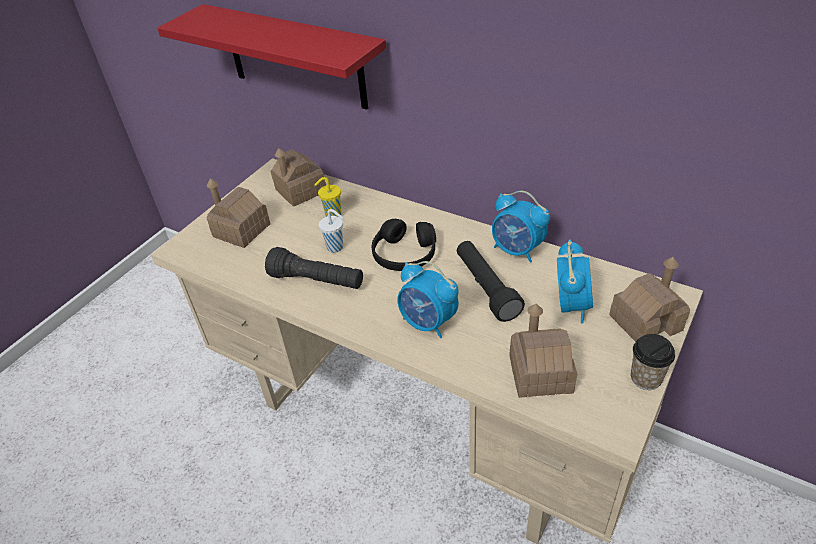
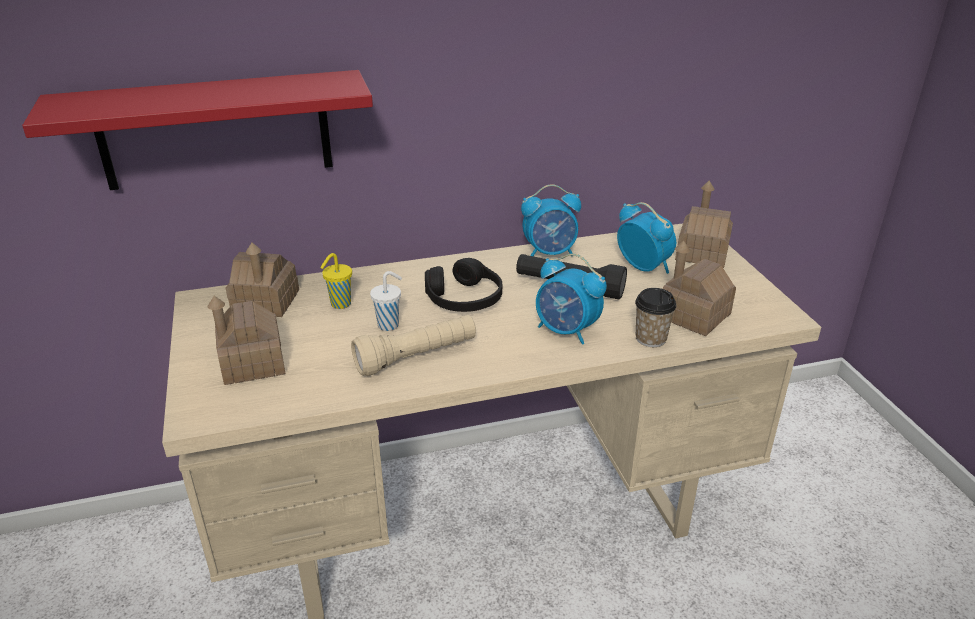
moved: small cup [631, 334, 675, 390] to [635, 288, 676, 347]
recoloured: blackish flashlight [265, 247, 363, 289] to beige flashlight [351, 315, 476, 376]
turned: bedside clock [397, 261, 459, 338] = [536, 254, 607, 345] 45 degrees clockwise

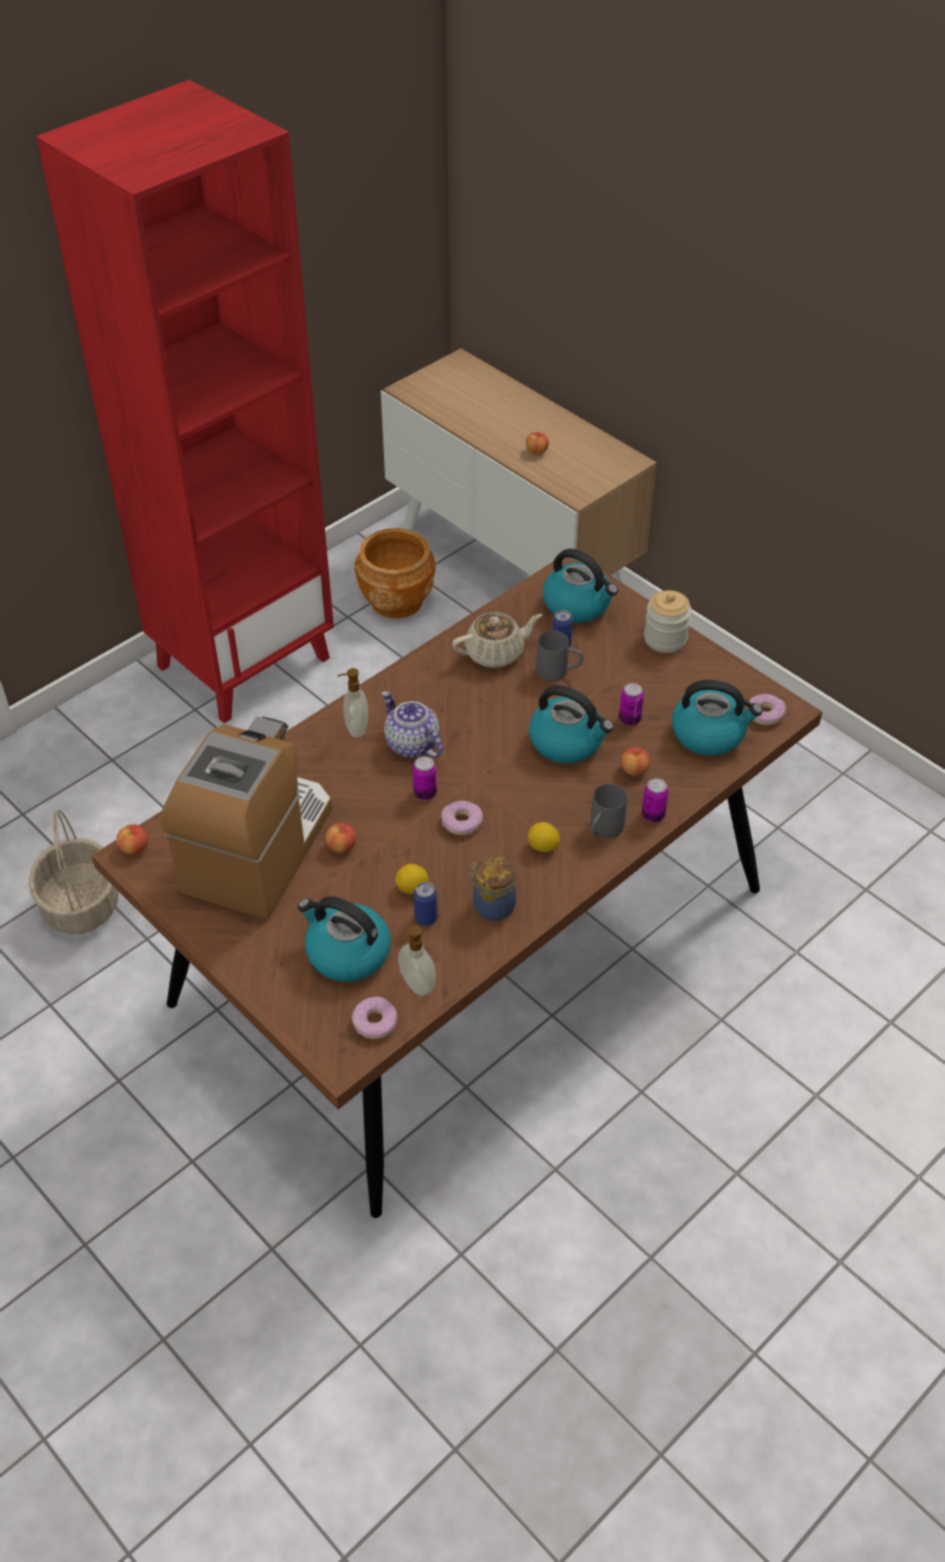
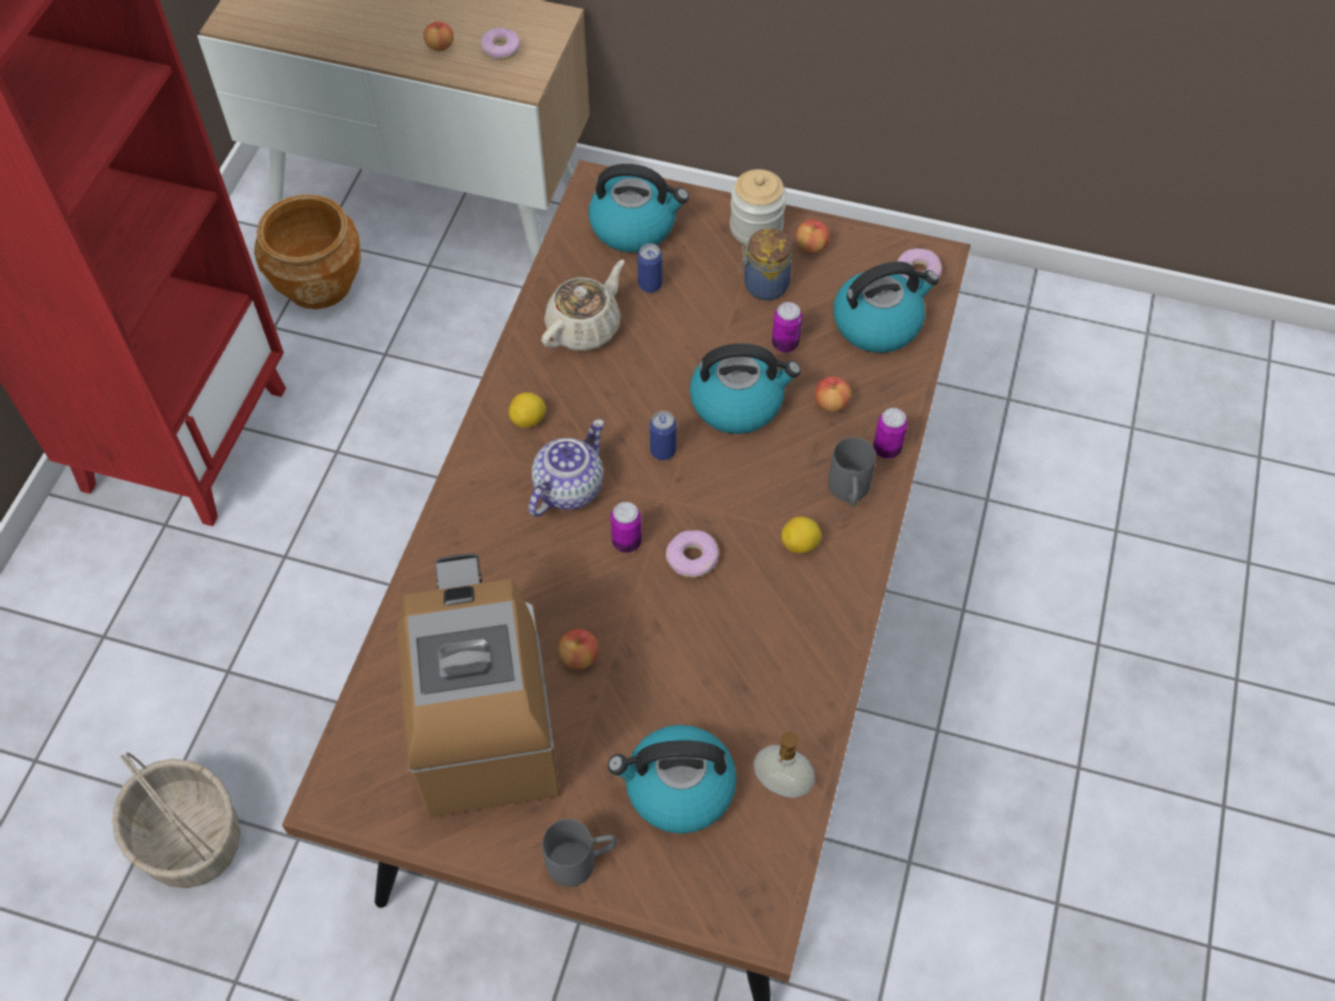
removed: soap bottle [338, 668, 368, 738]
moved: greyish coffee mug [536, 630, 583, 681] to [542, 819, 617, 887]; whole apple [116, 824, 148, 855] to [796, 220, 830, 253]; preserve jar [469, 856, 516, 921] to [739, 228, 792, 301]; lemon [395, 864, 429, 894] to [509, 392, 546, 428]; sealed can [414, 882, 437, 926] to [650, 411, 677, 460]; ring doughnut [352, 996, 398, 1039] to [480, 28, 521, 60]
turned: tea pot [381, 691, 443, 758] = [528, 419, 604, 517] 105 degrees clockwise

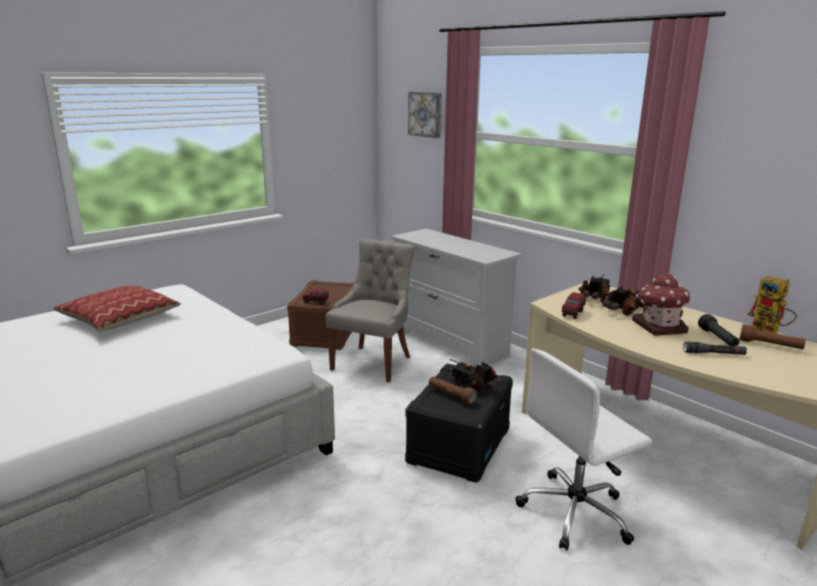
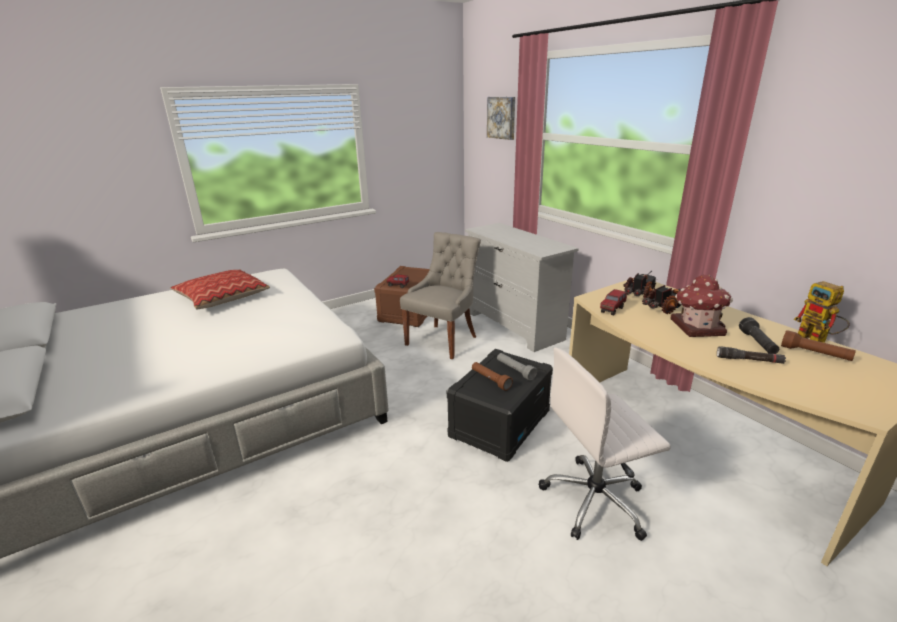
replaced: toy lorry [450, 359, 503, 393] to greyish flashlight [497, 353, 537, 381]

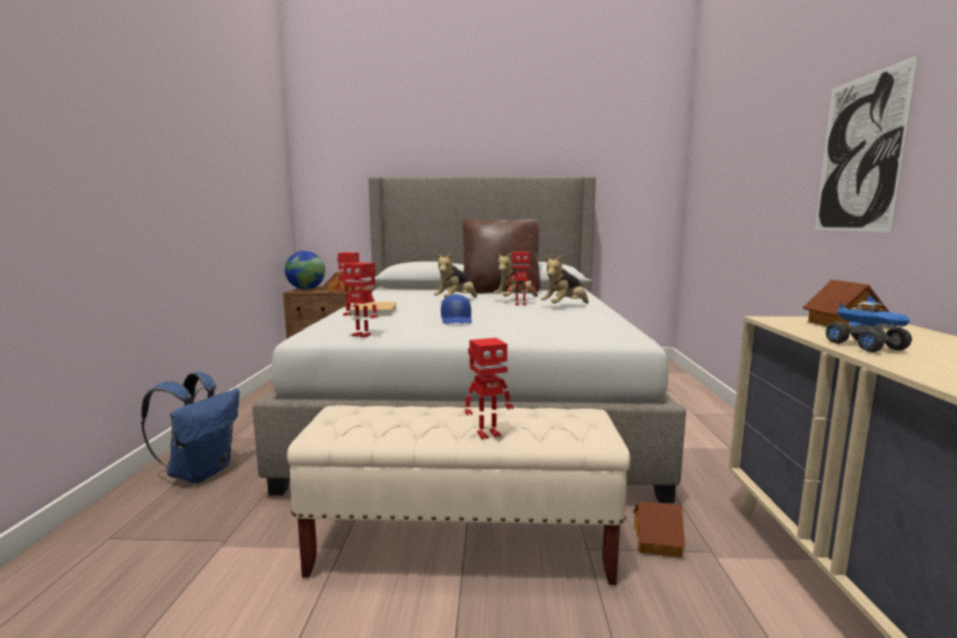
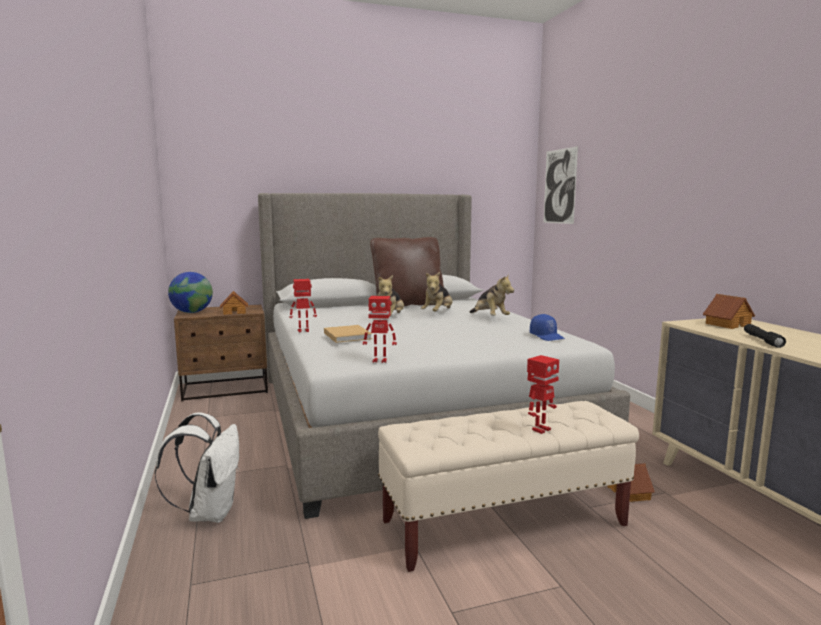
removed: toy robot [507, 252, 535, 306]
moved: picture [815, 55, 918, 232] to [543, 146, 578, 224]; bluish peaked cap [441, 294, 472, 324] to [530, 314, 565, 341]
replaced: toy lorry [825, 293, 912, 352] to blackish flashlight [744, 324, 786, 348]
recoloured: bluish backpack [141, 372, 239, 483] to white backpack [155, 412, 239, 523]
turned: cuddly toy [541, 255, 588, 303] = [470, 274, 514, 316] 60 degrees counterclockwise

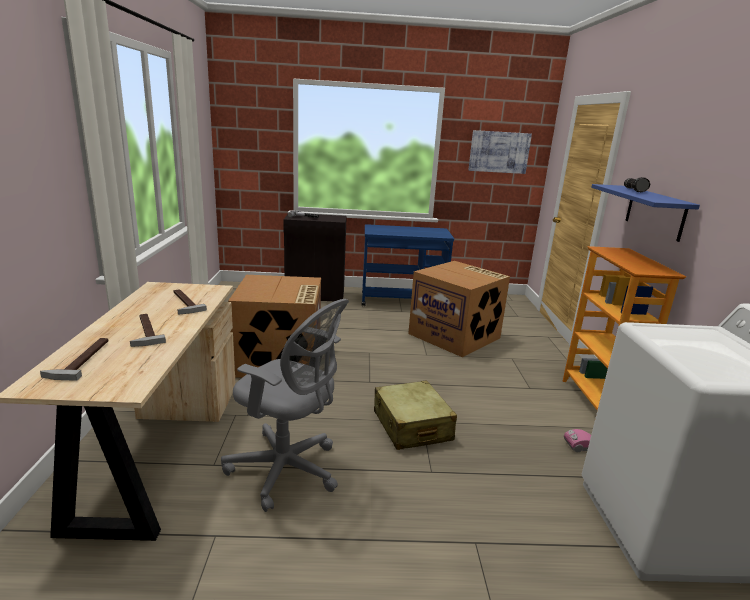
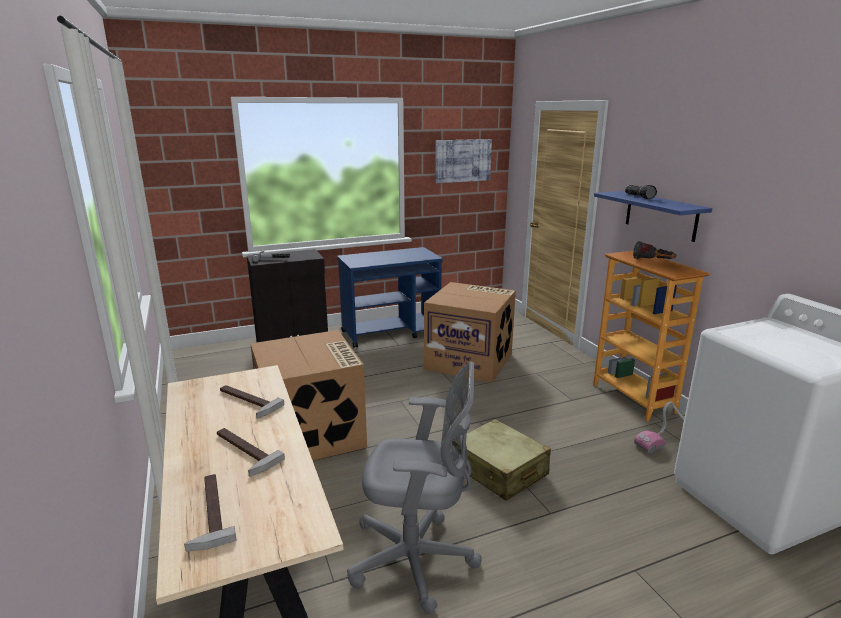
added: flashlight [633, 241, 676, 259]

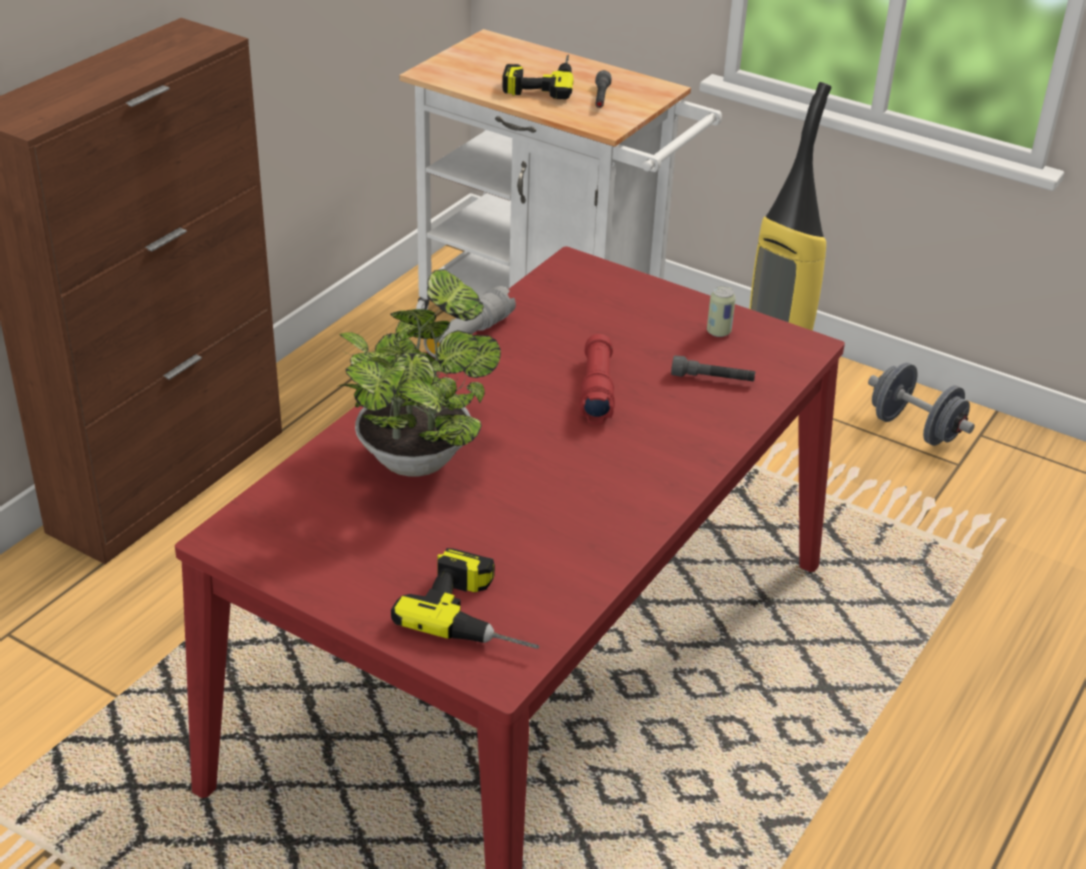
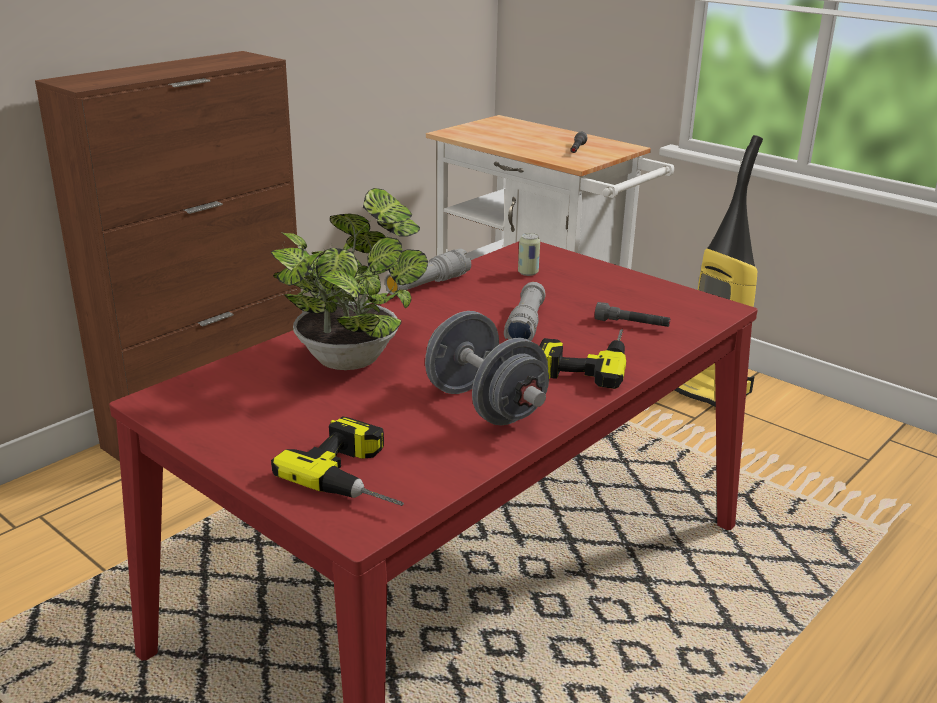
moved: drill [502, 55, 574, 99] to [540, 329, 626, 389]; sealed can [707, 286, 736, 337] to [518, 233, 540, 276]; greyish hand weight [868, 362, 975, 446] to [425, 311, 549, 425]
recoloured: red flashlight [580, 334, 615, 425] to greyish flashlight [504, 282, 546, 341]

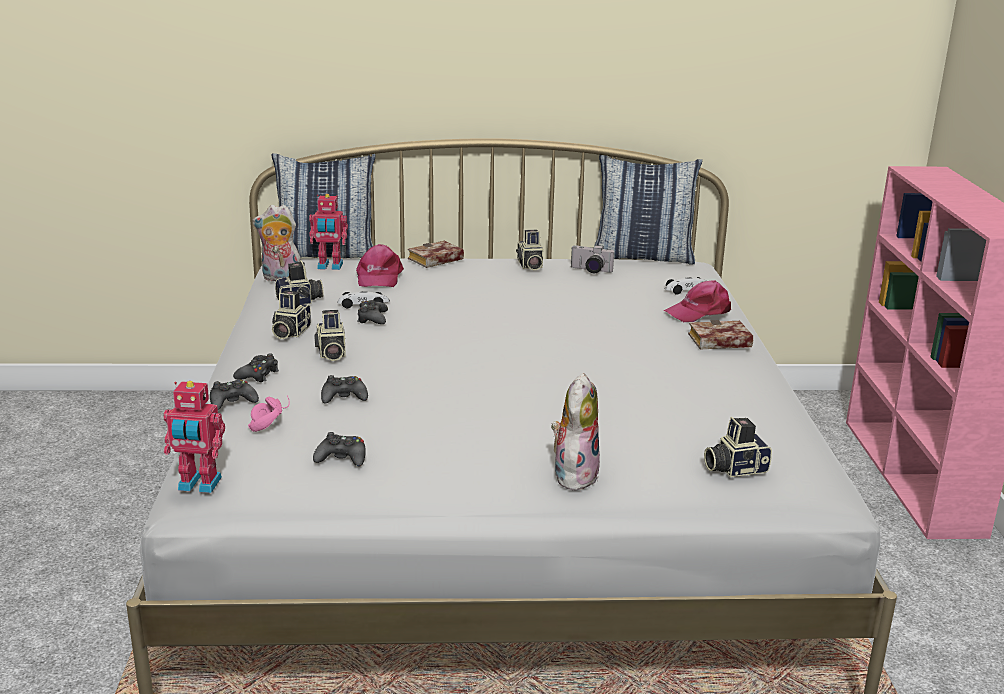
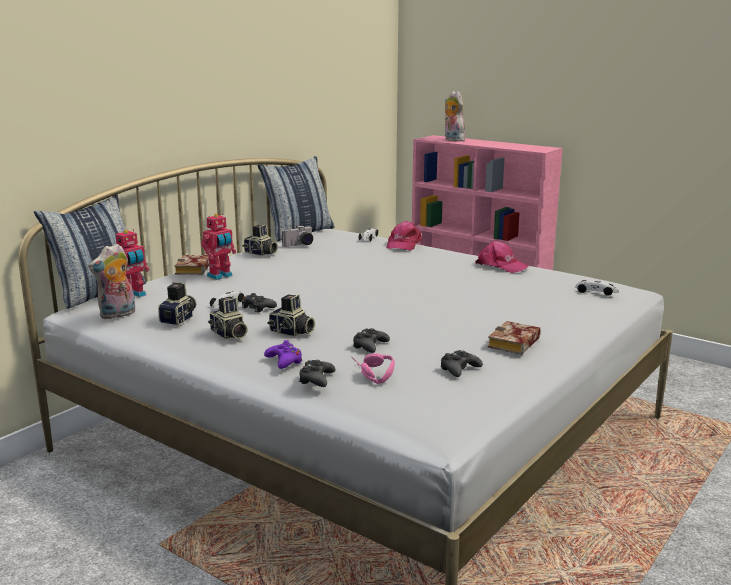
moved: pinkish peaked cap [356, 244, 404, 287] to [475, 241, 529, 273]; volume [688, 320, 753, 349] to [488, 321, 541, 355]; cuddly toy [551, 373, 600, 490] to [445, 91, 465, 142]; toy robot [163, 381, 225, 493] to [201, 214, 236, 280]
replaced: photo camera [704, 417, 772, 477] to model car [575, 280, 619, 296]
recoloured: blackish game controller [233, 353, 279, 382] to purple-coloured game controller [264, 340, 302, 369]

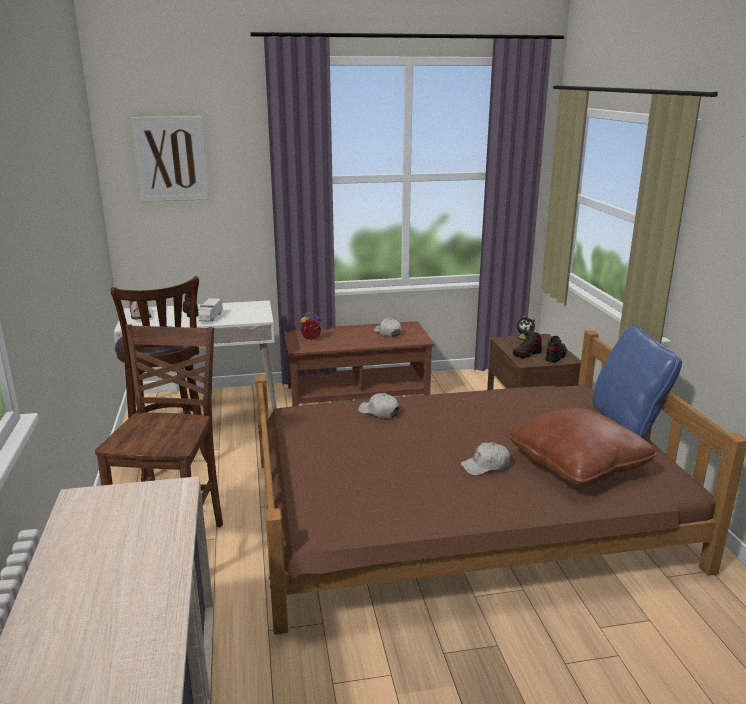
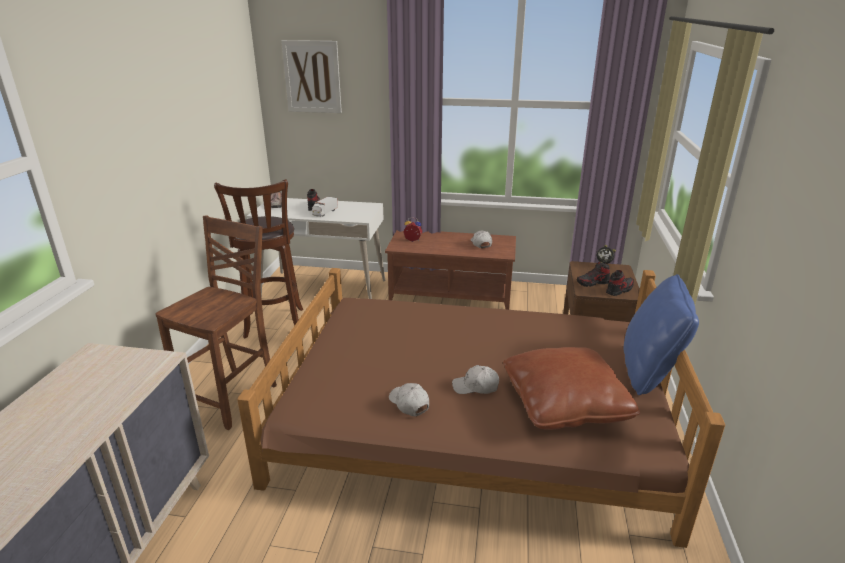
moved: white peaked cap [358, 393, 399, 418] to [389, 383, 429, 416]

